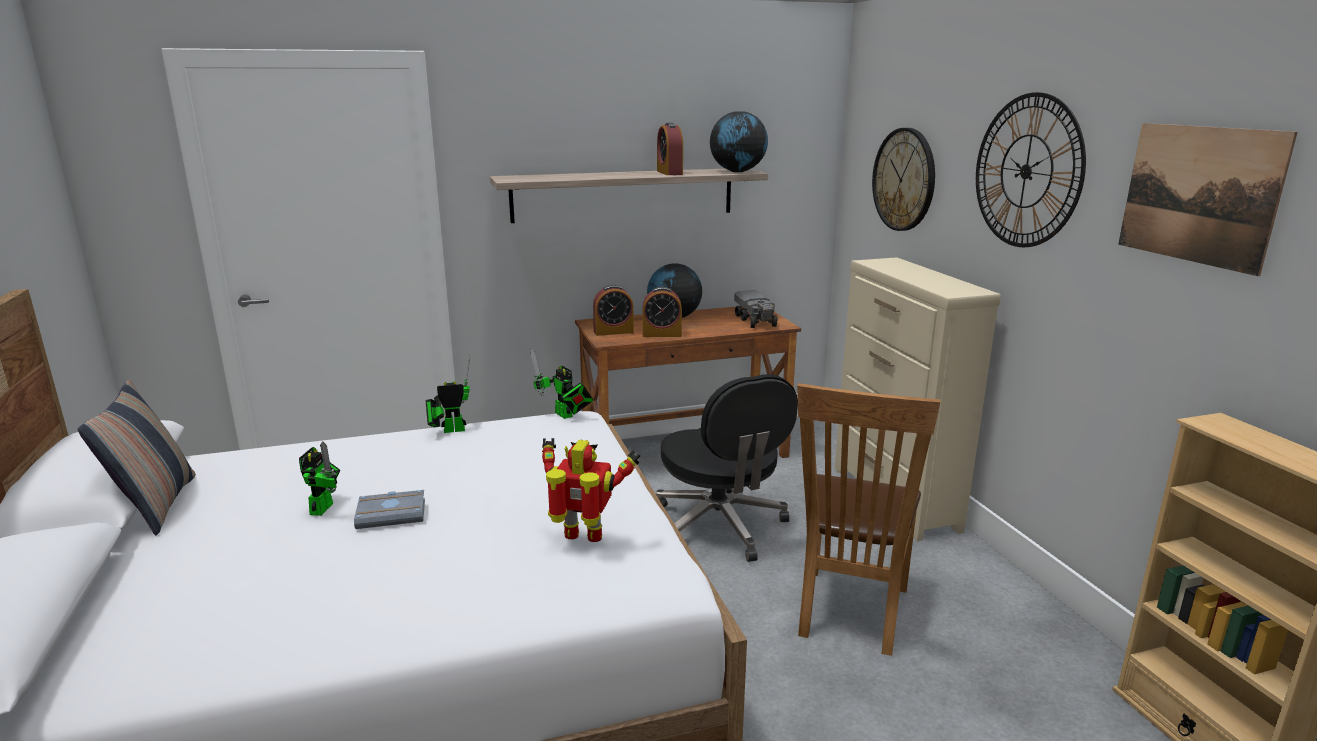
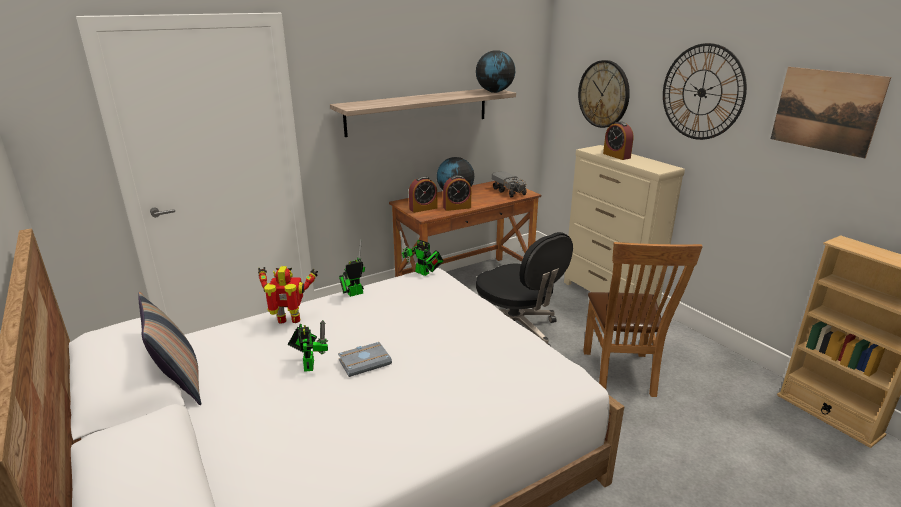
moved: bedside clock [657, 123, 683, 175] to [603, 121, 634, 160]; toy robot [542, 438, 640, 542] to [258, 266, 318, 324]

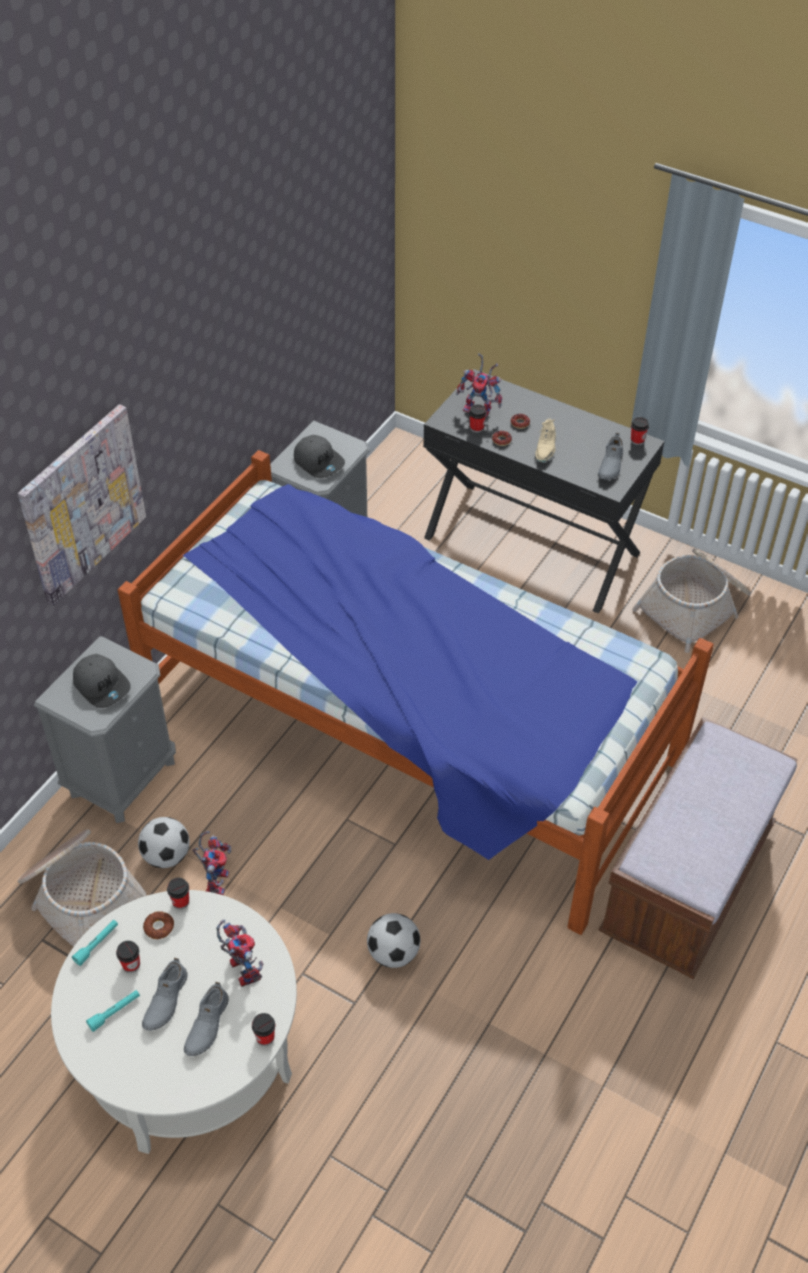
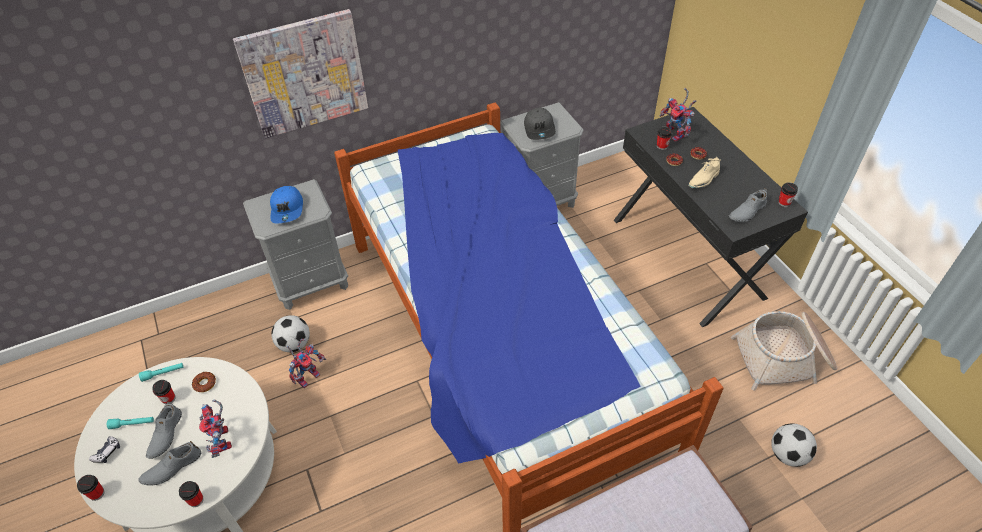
removed: basket [18, 829, 147, 947]
added: game controller [89, 436, 120, 463]
moved: small cup [167, 878, 189, 909] to [77, 475, 105, 501]; ball for football [367, 913, 420, 968] to [771, 423, 817, 467]
recoloured: greyish peaked cap [73, 654, 131, 708] to bluish peaked cap [270, 186, 303, 223]
turned: toy robot [216, 920, 263, 987] = [199, 399, 232, 458] 150 degrees clockwise; greyish item of footwear [142, 958, 188, 1031] = [146, 402, 182, 459] 45 degrees counterclockwise

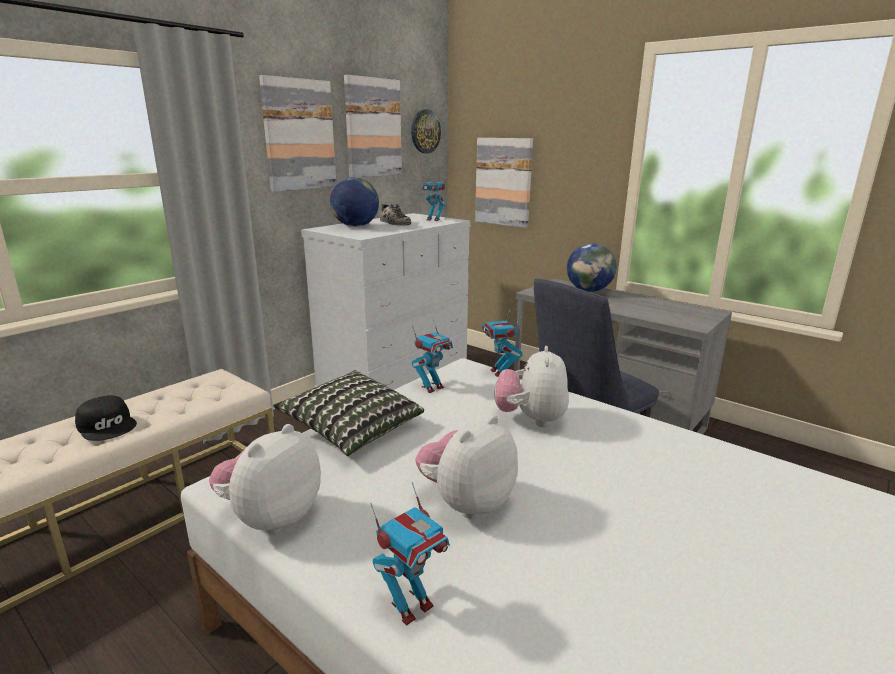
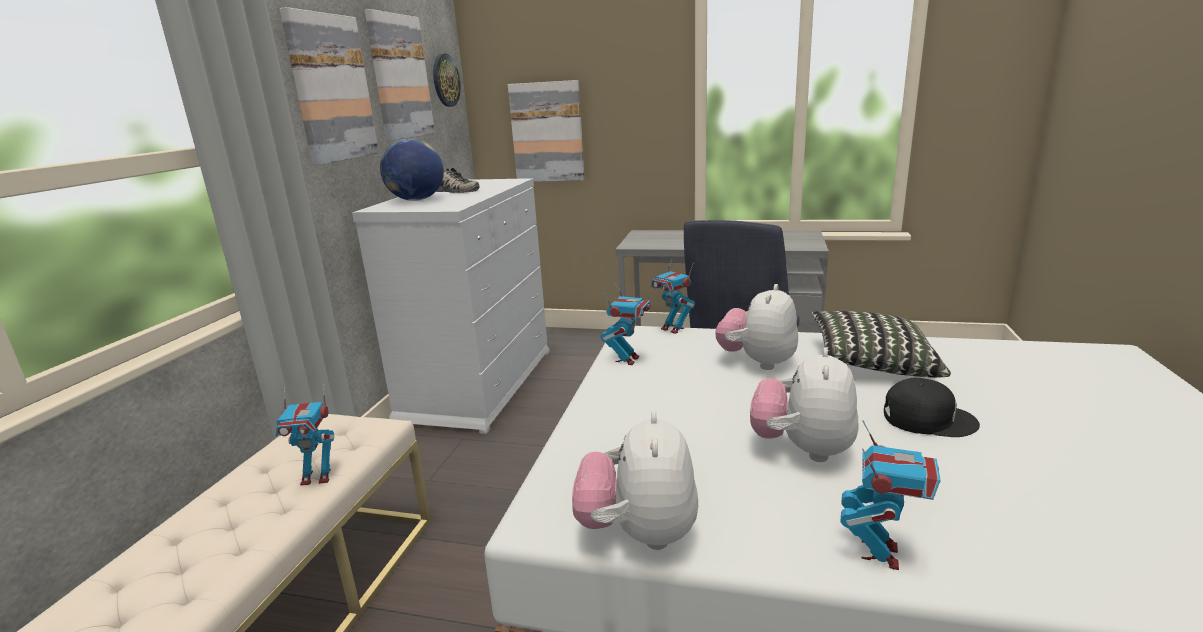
removed: desk globe [567, 243, 616, 292]
moved: toy robot [422, 174, 446, 221] to [276, 383, 334, 486]; pillow [273, 370, 424, 456] to [812, 311, 951, 378]; blackish peaked cap [75, 395, 137, 441] to [884, 378, 980, 437]
turned: cuddly toy [494, 346, 569, 427] = [715, 284, 798, 370] 45 degrees clockwise

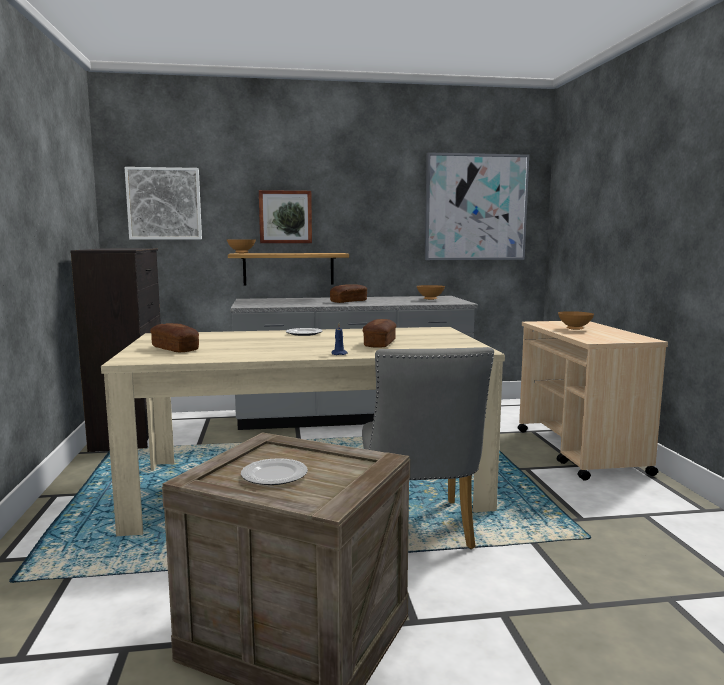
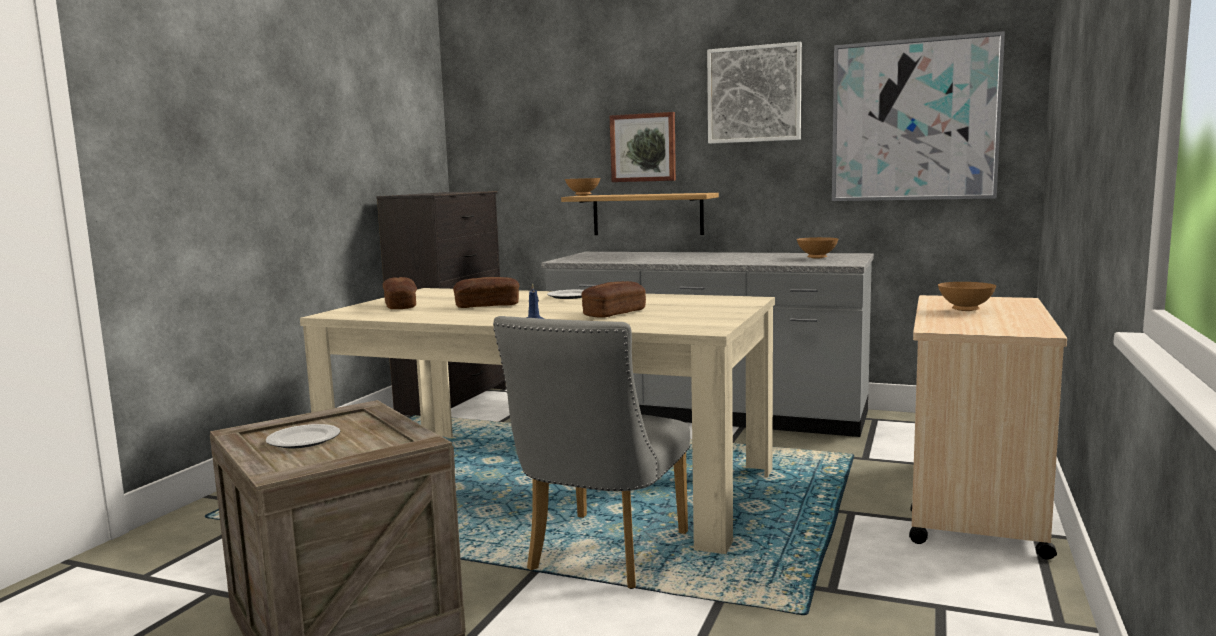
moved: picture [125, 167, 202, 240] to [707, 42, 802, 144]; baked bread [330, 284, 367, 303] to [453, 277, 519, 308]

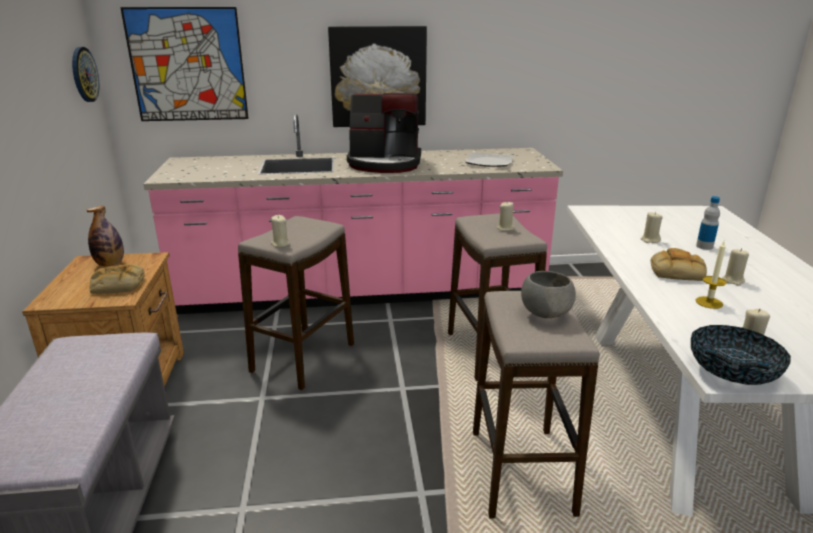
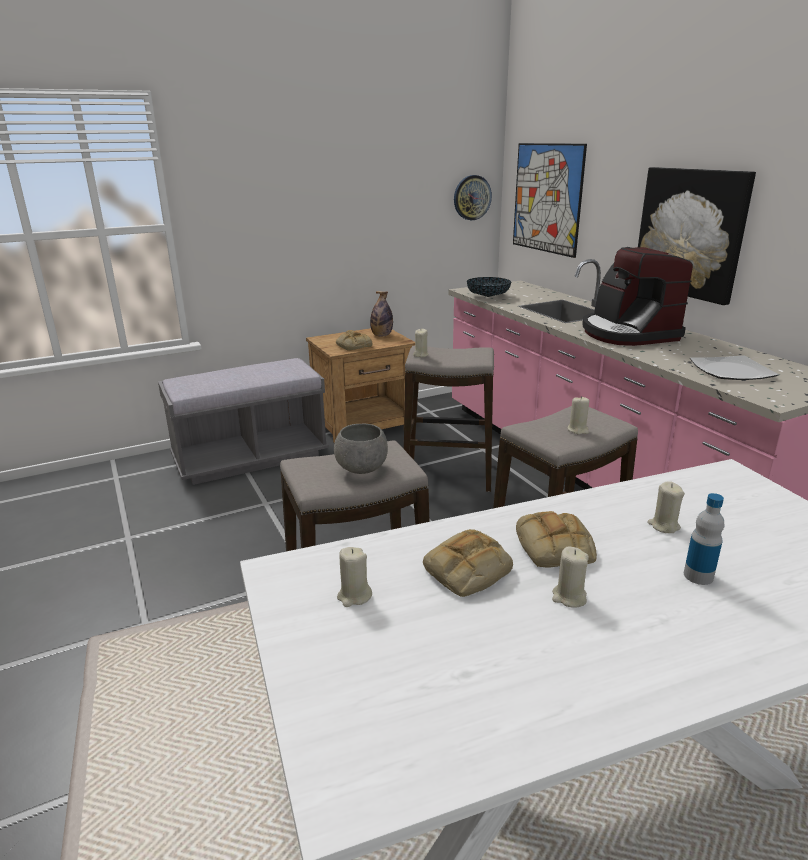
moved: serving bowl [691, 325, 791, 385] to [467, 277, 511, 297]
replaced: wax candle [695, 241, 727, 309] to baked bread [423, 529, 513, 597]

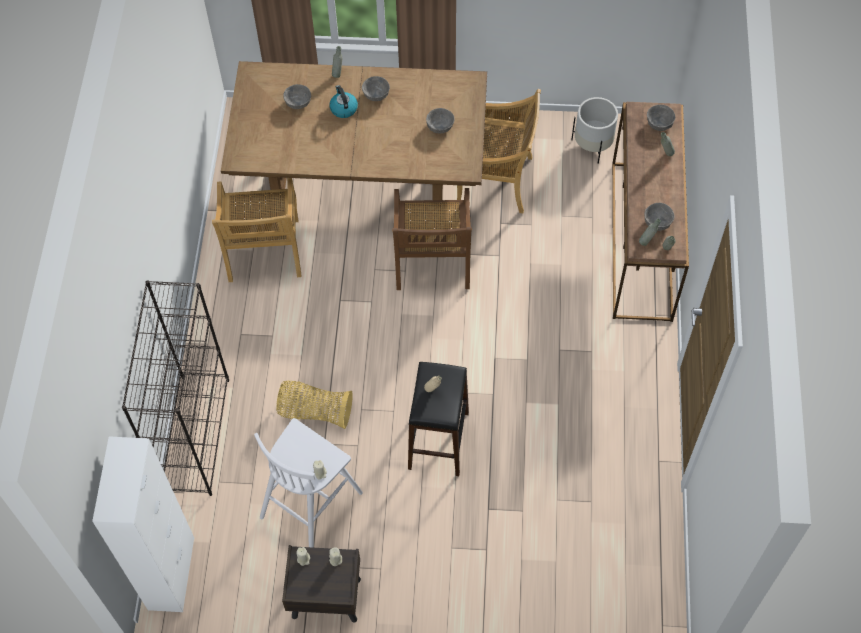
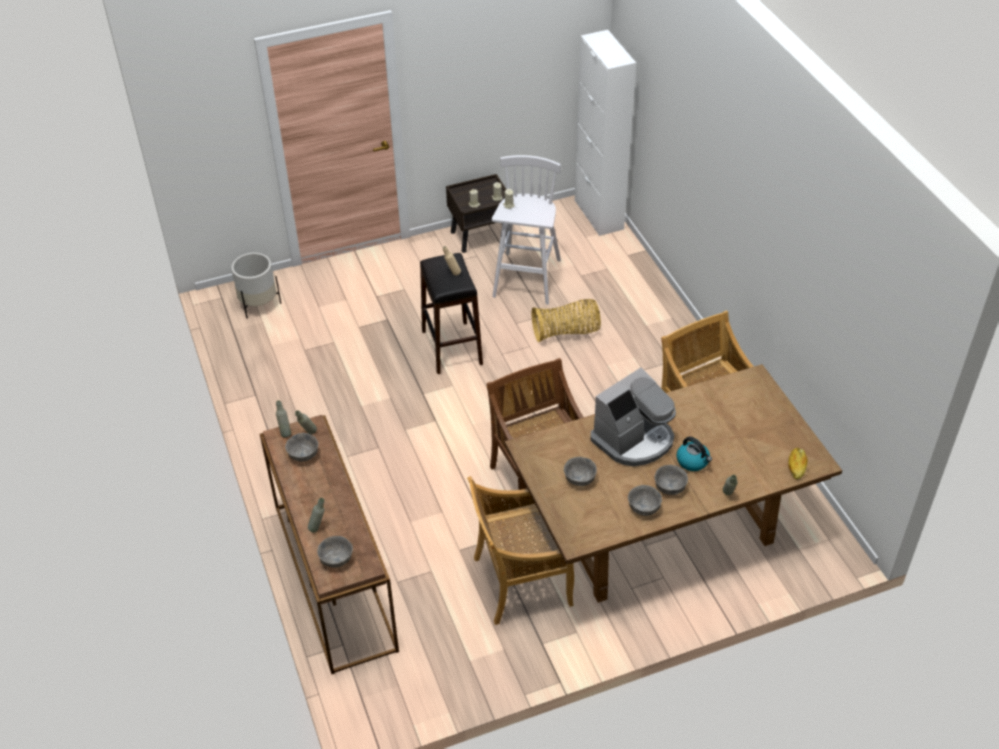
removed: blackish bookcase [122, 280, 229, 496]
added: coffee machine [590, 367, 676, 466]; baked bread [788, 448, 808, 479]
moved: greyish serving bowl [283, 84, 311, 109] to [628, 485, 662, 516]; white flower pot [571, 97, 618, 164] to [231, 253, 281, 319]

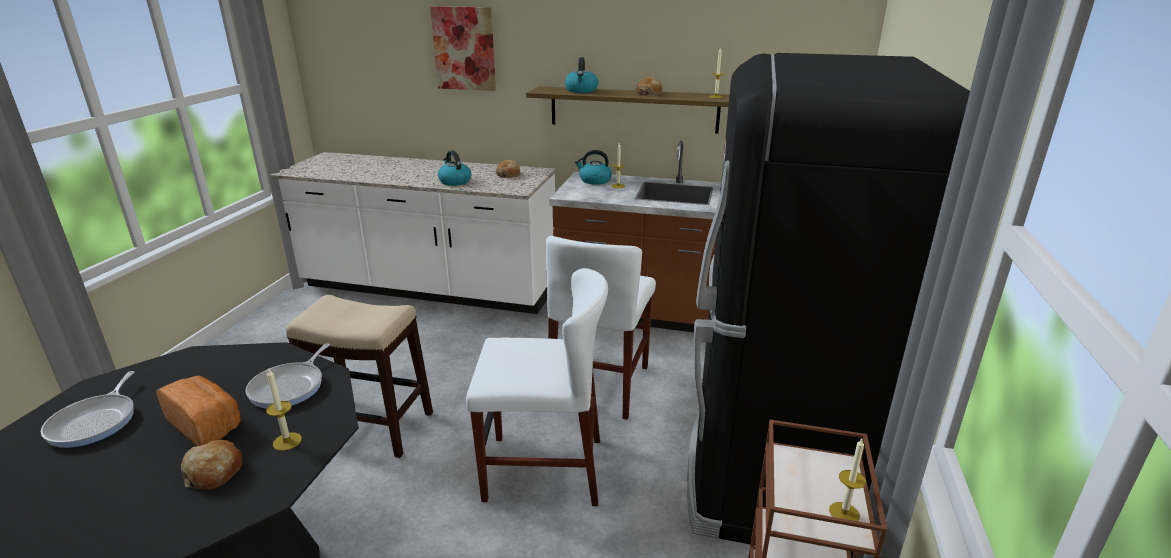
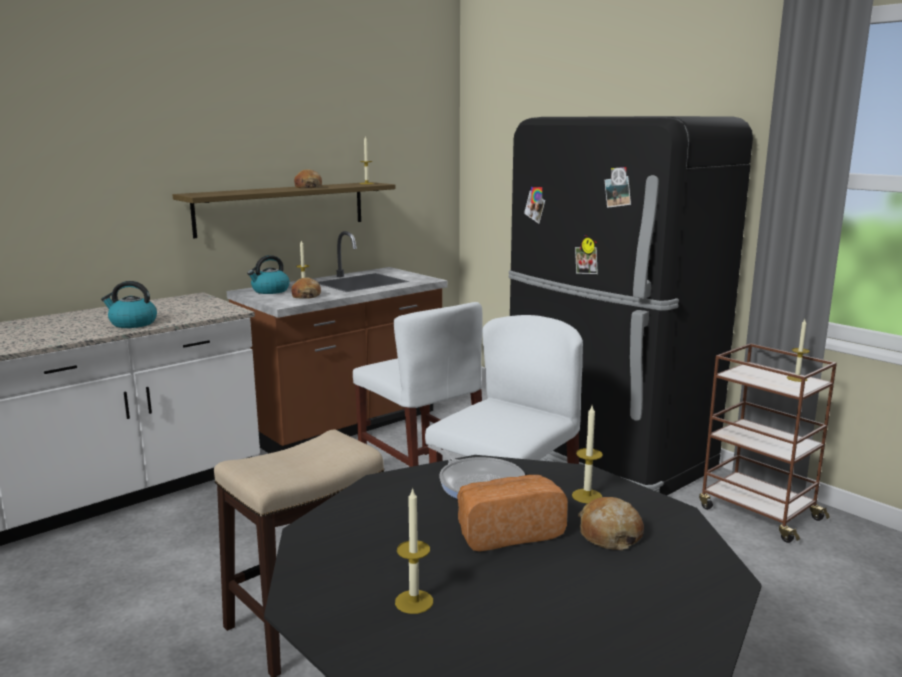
removed: picture [430, 6, 496, 91]; water kettle [565, 57, 598, 93]
moved: baked bread [496, 160, 521, 178] to [291, 277, 321, 299]
replaced: frying pan [41, 371, 135, 448] to wax candle [395, 487, 433, 614]

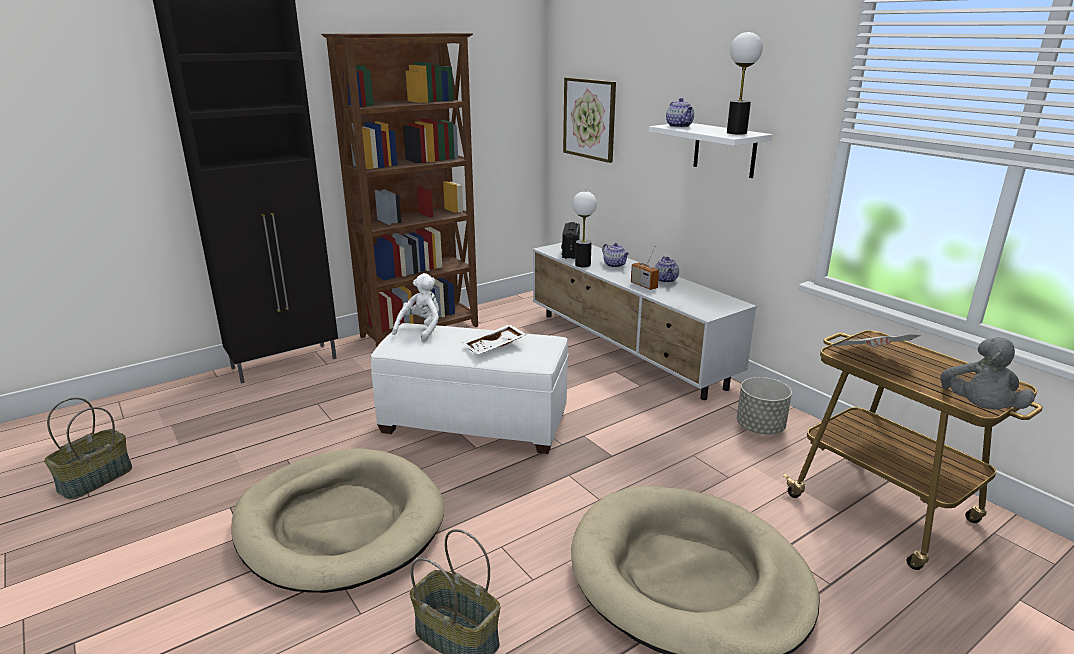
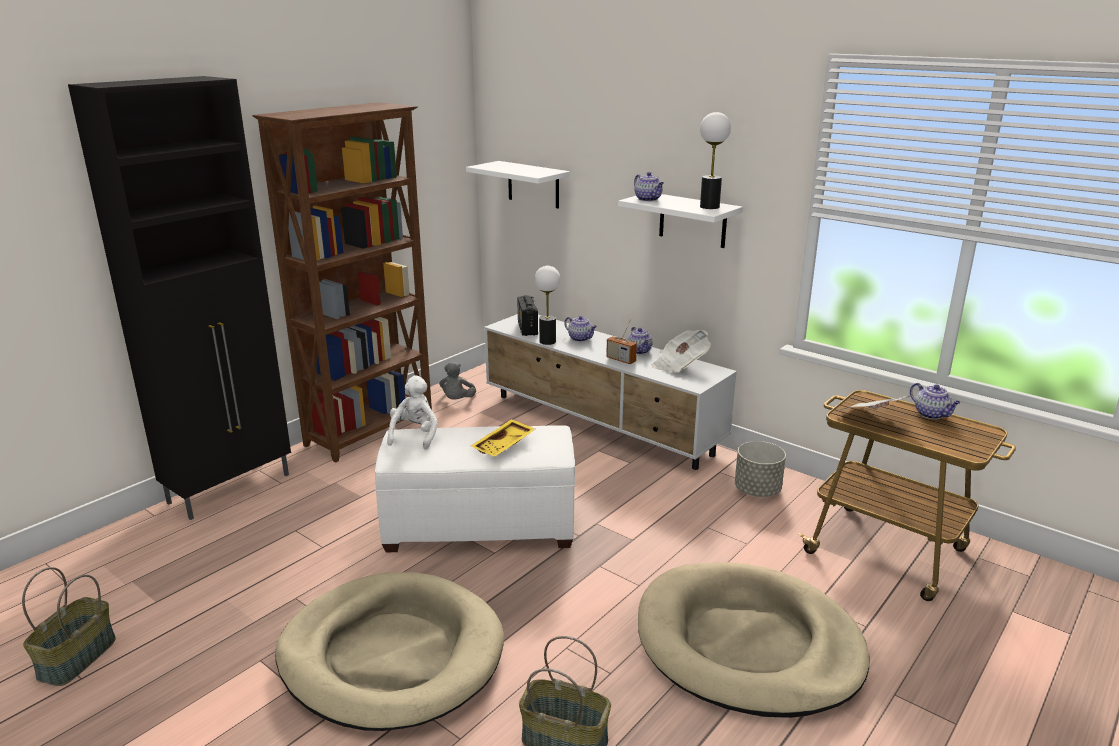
added: printed paper [652, 330, 711, 373]; tea pot [910, 383, 961, 419]
moved: greyish cuddly toy [940, 337, 1035, 410] to [439, 362, 476, 400]
replaced: picture [563, 77, 616, 163] to white bracket shelf [466, 161, 570, 208]
recoloured: white serving tray [462, 324, 527, 354] to yellowish serving tray [471, 419, 535, 457]

